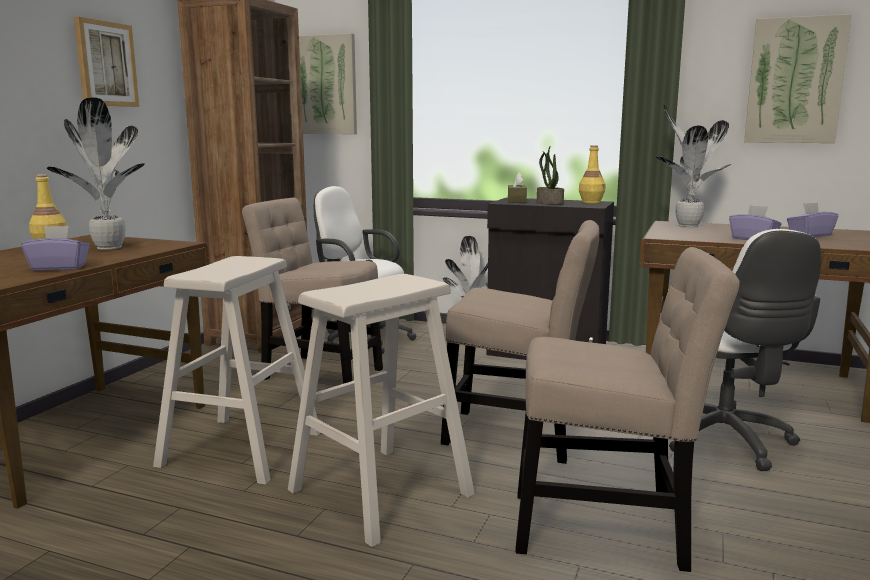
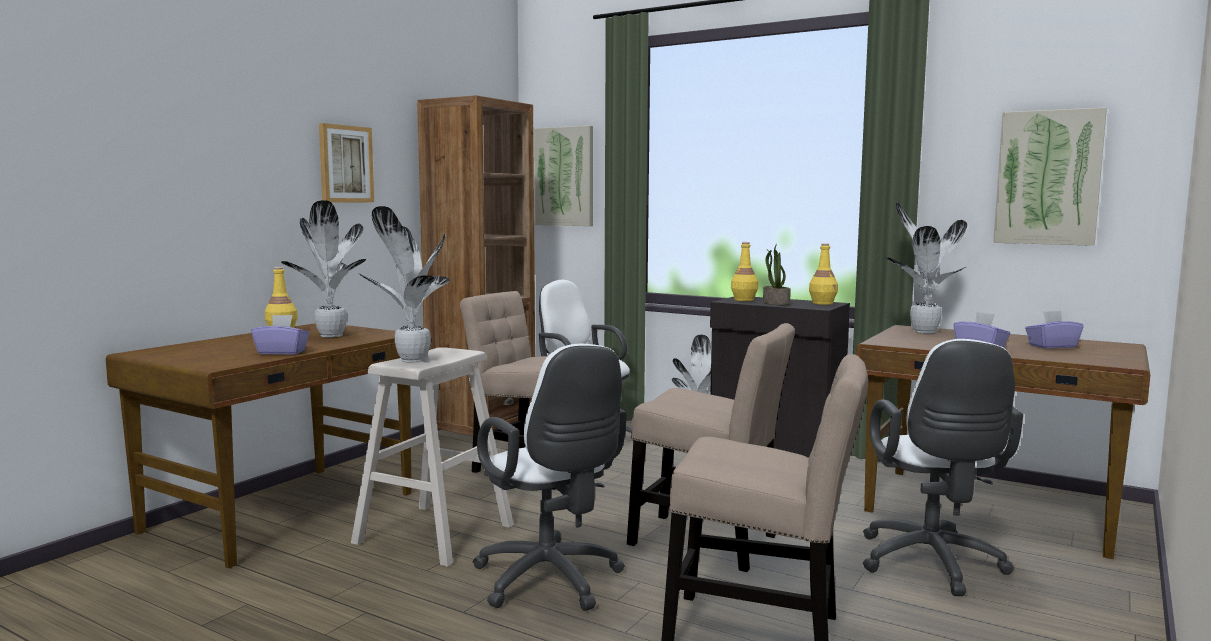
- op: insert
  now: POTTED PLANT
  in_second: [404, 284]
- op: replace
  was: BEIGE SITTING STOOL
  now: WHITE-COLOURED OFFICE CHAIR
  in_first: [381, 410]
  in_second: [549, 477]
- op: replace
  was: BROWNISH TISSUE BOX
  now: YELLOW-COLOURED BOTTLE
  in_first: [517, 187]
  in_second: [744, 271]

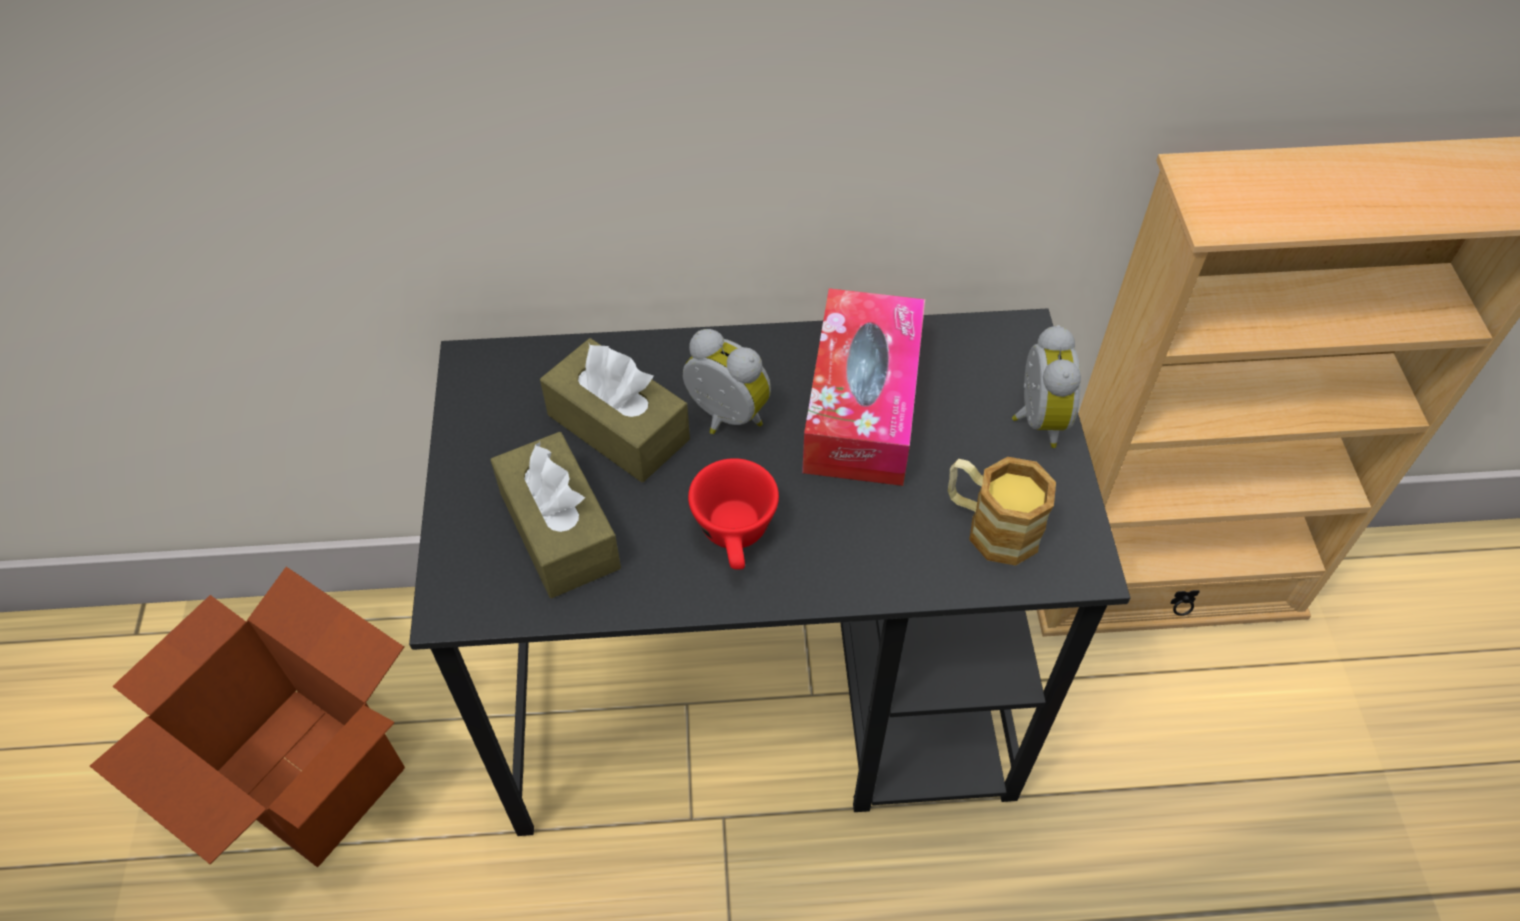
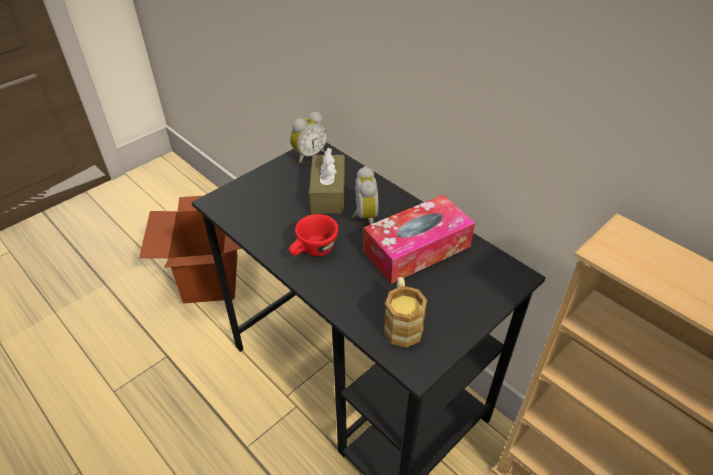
- op: delete
  was: BROWNISH TISSUE BOX
  in_first: [556, 515]
- op: move
  was: TABLE CLOCK
  in_first: [1046, 386]
  in_second: [309, 137]

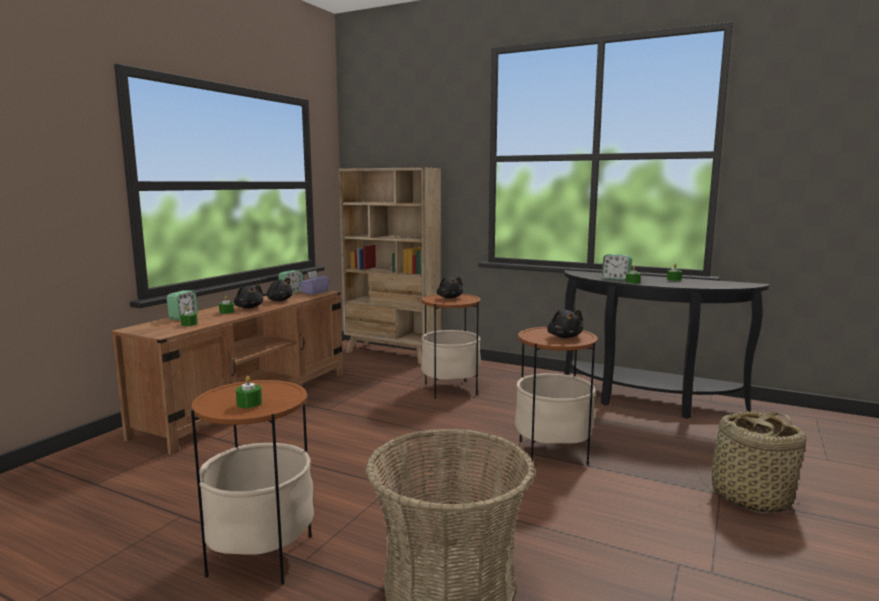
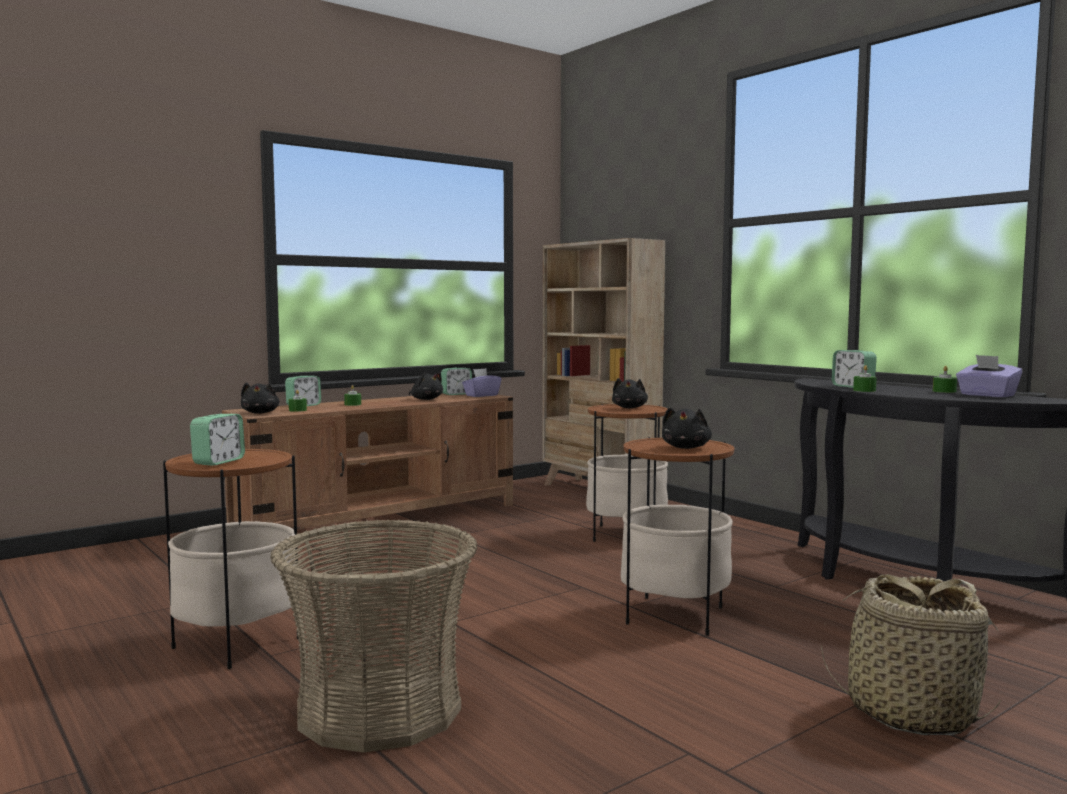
- op: insert
  now: PURPLE TISSUE BOX
  in_second: [989, 376]
- op: move
  was: BLACKISH CUDDLY TOY
  in_first: [248, 297]
  in_second: [260, 398]
- op: replace
  was: GREEN-COLOURED CANDLE
  now: TABLE CLOCK
  in_first: [249, 392]
  in_second: [217, 440]

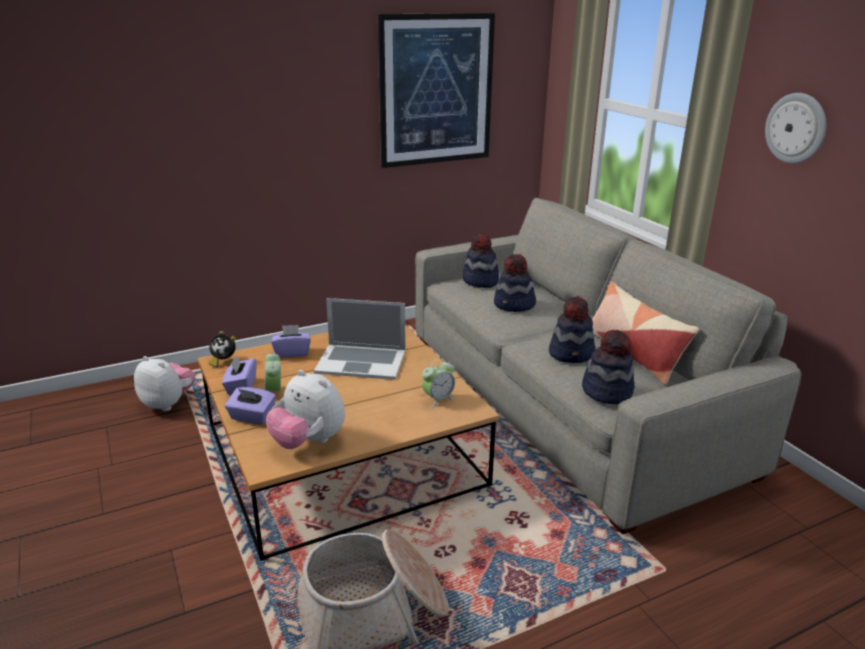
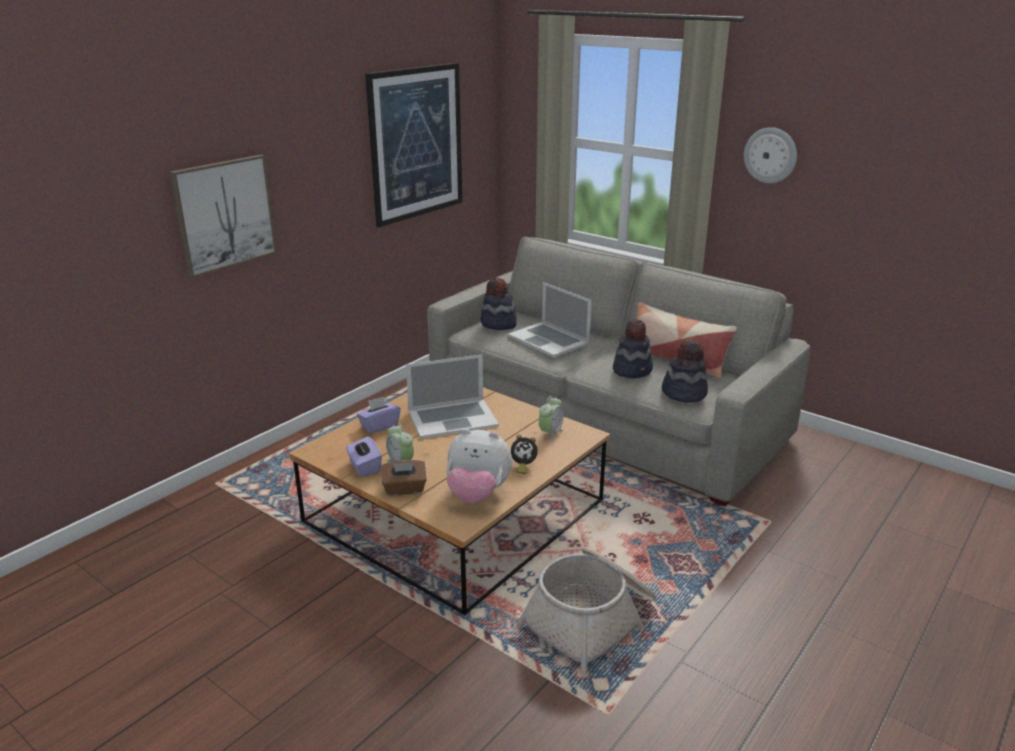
- op: delete
  was: CUDDLY TOY
  in_first: [164, 383]
- op: insert
  now: PICTURE
  in_second: [223, 216]
- op: move
  was: TABLE CLOCK
  in_first: [222, 349]
  in_second: [524, 454]
- op: replace
  was: HAT
  now: PORTABLE COMPUTER
  in_first: [515, 283]
  in_second: [550, 319]
- op: recolor
  was: PURPLE TISSUE BOX
  now: BROWNISH TISSUE BOX
  in_first: [250, 406]
  in_second: [403, 478]

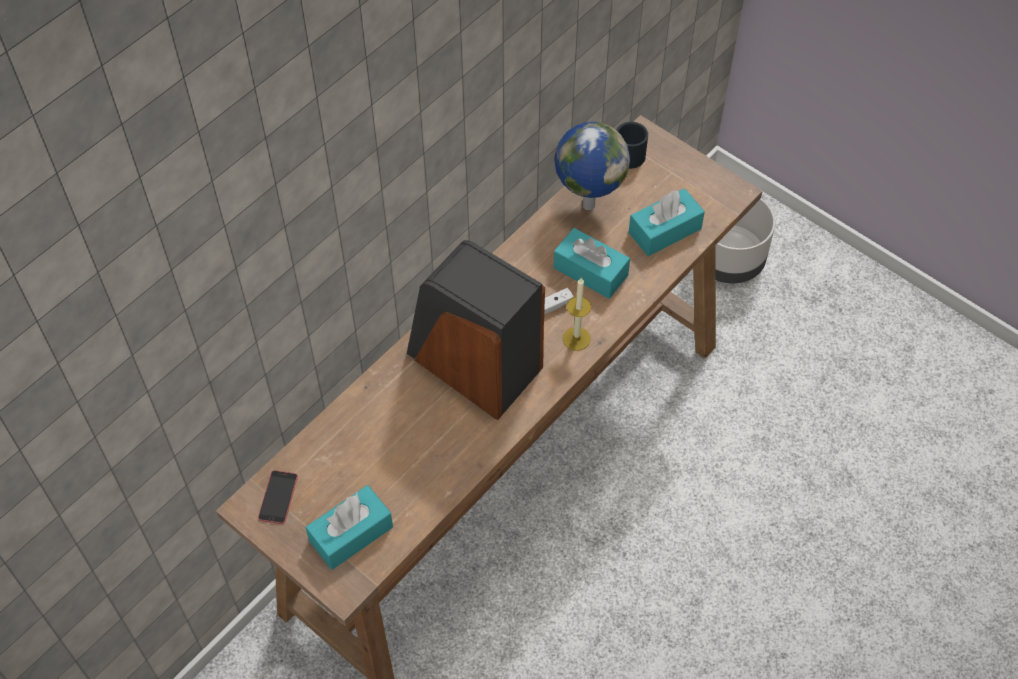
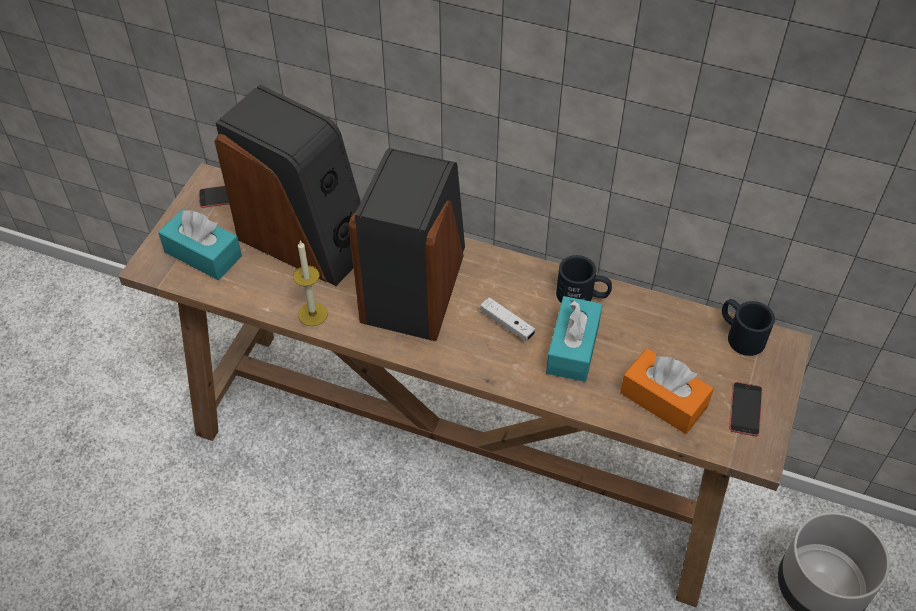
- op: delete
  was: DESK GLOBE
  in_first: [592, 166]
- op: insert
  now: LOUDSPEAKER
  in_second: [287, 185]
- op: insert
  now: BLACKISH MUG
  in_second: [584, 279]
- op: insert
  now: HANDSET
  in_second: [745, 409]
- op: move
  was: CANDLE
  in_first: [577, 314]
  in_second: [310, 283]
- op: recolor
  was: TURQUOISE TISSUE BOX
  now: ORANGE-COLOURED TISSUE BOX
  in_first: [666, 222]
  in_second: [667, 391]

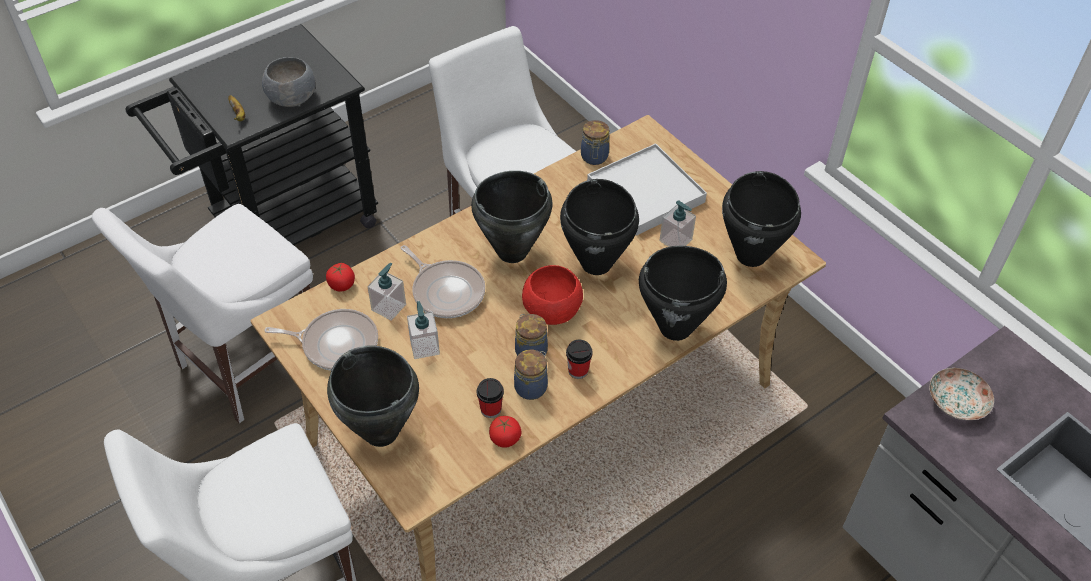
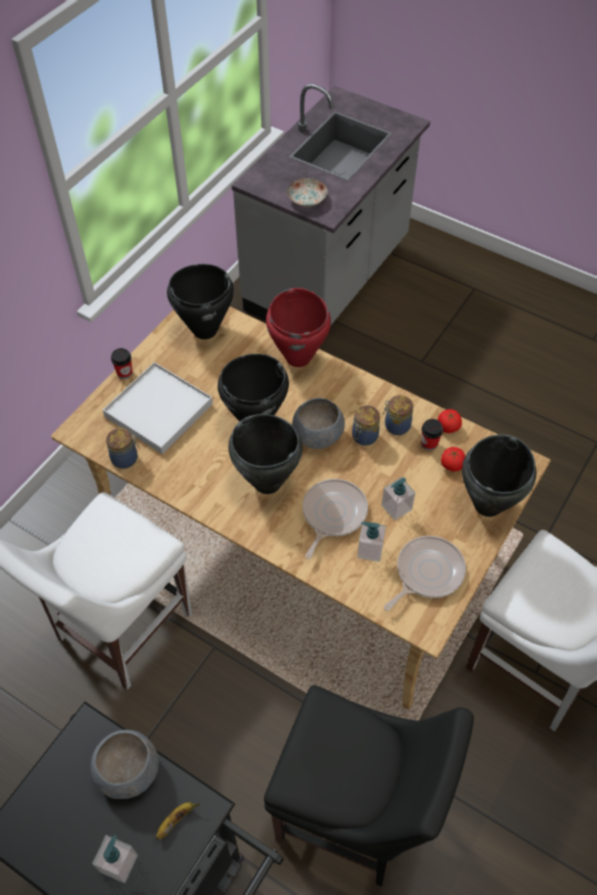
- op: move
  was: WHOLE TOMATO
  in_first: [340, 277]
  in_second: [453, 459]
- op: move
  was: SMALL CUP
  in_first: [579, 359]
  in_second: [122, 363]
- op: move
  was: LIQUID SOAP BOTTLE
  in_first: [677, 223]
  in_second: [115, 859]
- op: recolor
  was: WHITE-COLOURED PLAIN CHAIR
  now: BLACKISH PLAIN CHAIR
  in_first: [202, 313]
  in_second: [369, 786]
- op: recolor
  was: RED BOWL
  now: GREY BOWL
  in_first: [552, 295]
  in_second: [318, 423]
- op: recolor
  was: BLACKISH COOKING POT
  now: RED COOKING POT
  in_first: [683, 293]
  in_second: [298, 327]
- op: rotate
  was: FRYING PAN
  in_first: [321, 340]
  in_second: [425, 573]
  clockwise: 60

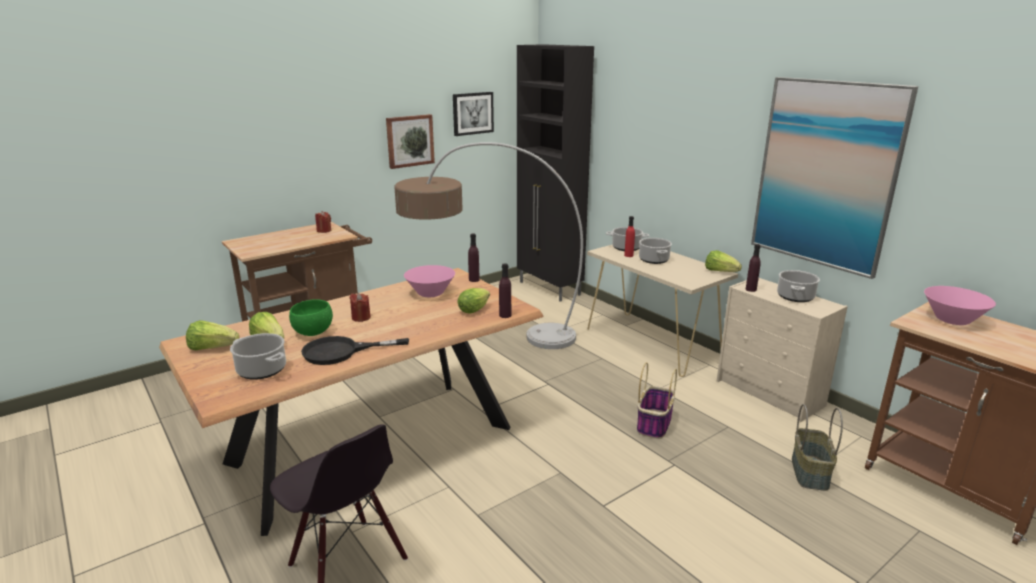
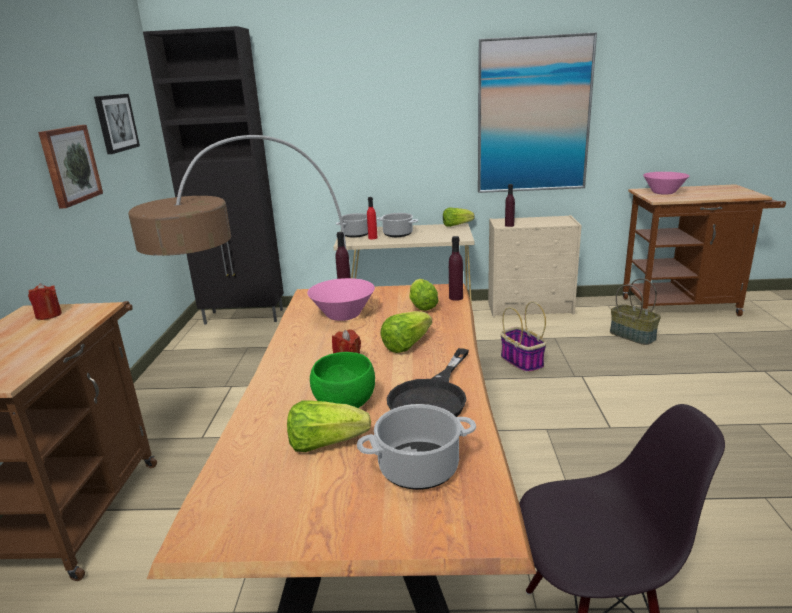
- op: delete
  was: COOKING POT
  in_first: [798, 286]
- op: move
  was: LETTUCE
  in_first: [212, 335]
  in_second: [406, 332]

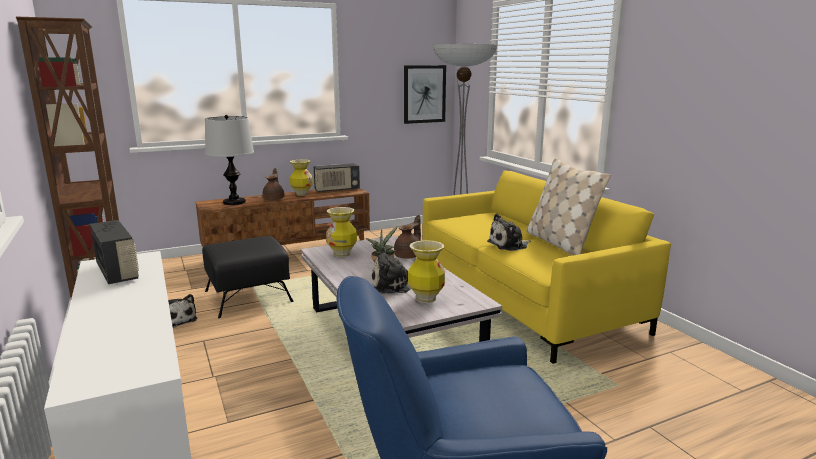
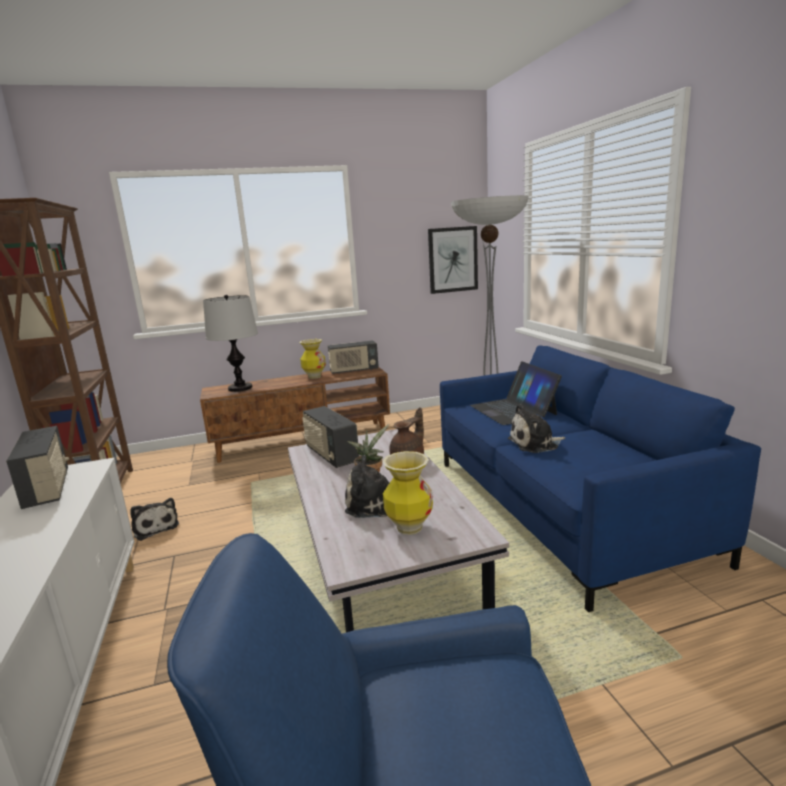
- op: delete
  was: BLACKISH OTTOMAN
  in_first: [248, 277]
- op: delete
  was: BROWNISH TEA POT
  in_first: [274, 184]
- op: delete
  was: BEIGE THROW PILLOW
  in_first: [568, 207]
- op: insert
  now: PORTABLE COMPUTER
  in_second: [516, 393]
- op: replace
  was: DECORATIVE VASE
  now: RADIO SET
  in_first: [341, 232]
  in_second: [330, 437]
- op: recolor
  was: YELLOW-COLOURED SOFA
  now: BLUE SOFA
  in_first: [547, 267]
  in_second: [600, 478]

